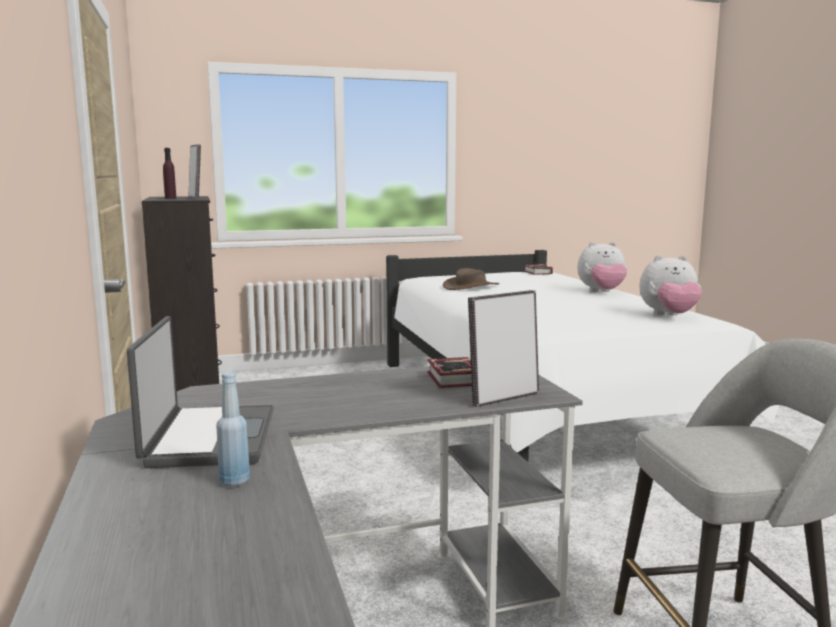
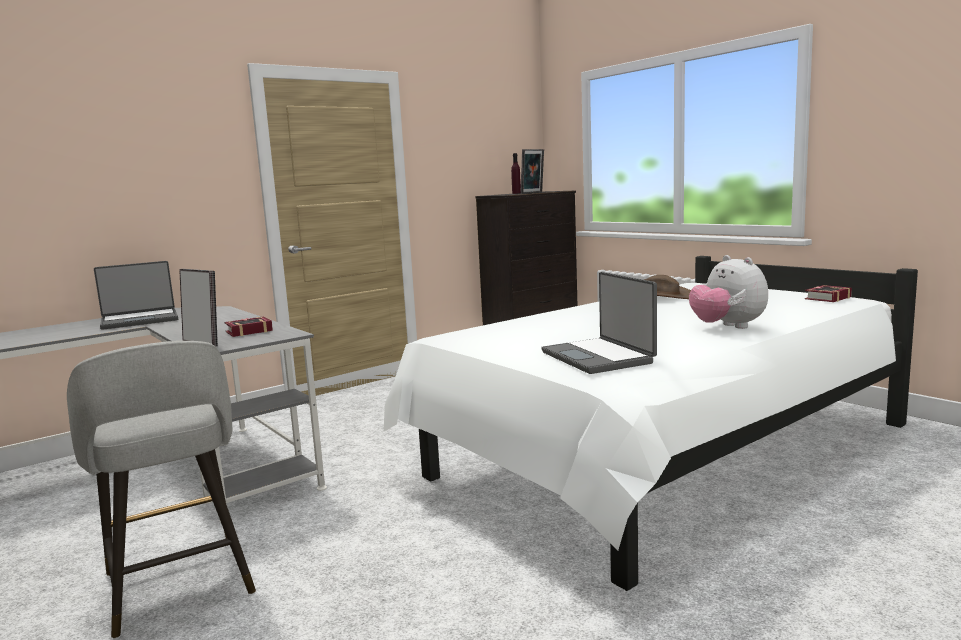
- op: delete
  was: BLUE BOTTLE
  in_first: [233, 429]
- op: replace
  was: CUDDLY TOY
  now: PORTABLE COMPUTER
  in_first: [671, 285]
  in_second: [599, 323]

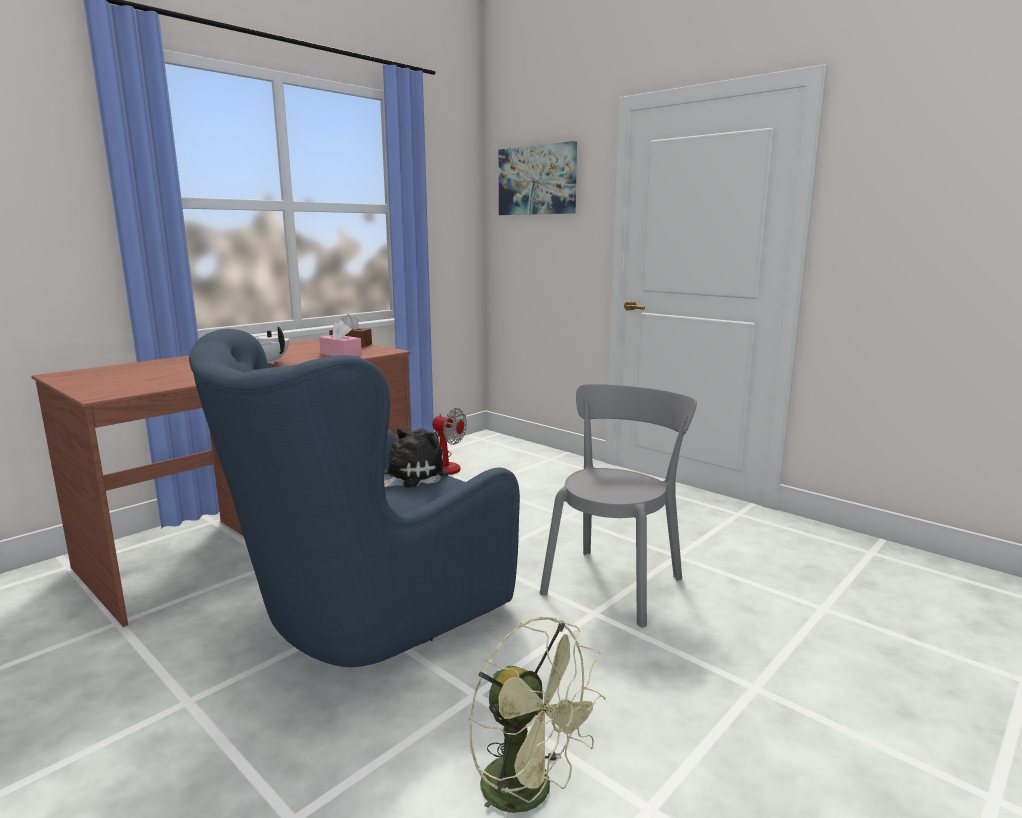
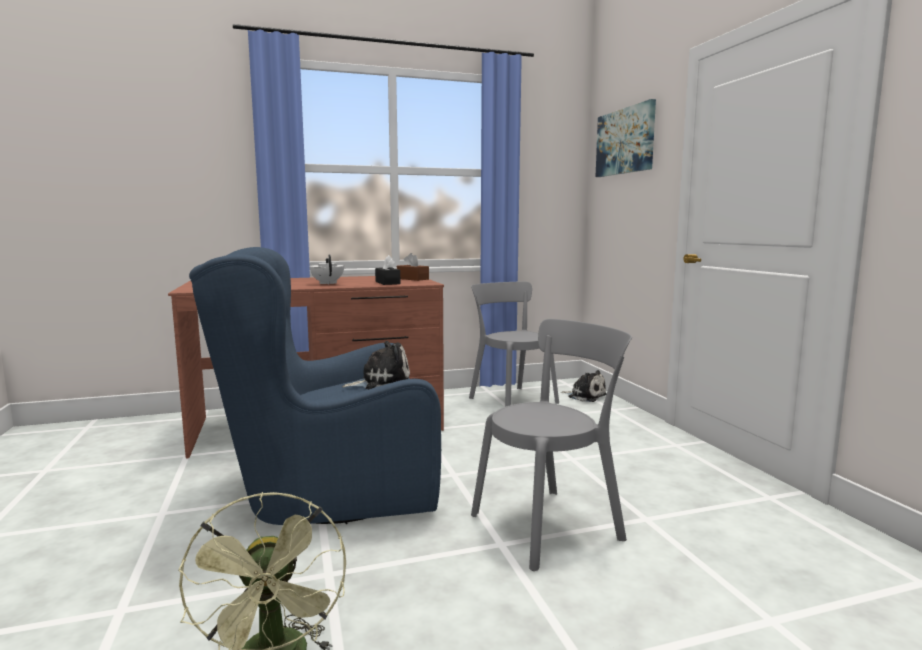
- op: insert
  now: CUDDLY TOY
  in_second: [584, 386]
- op: replace
  was: COOLING FAN
  now: GREY PLAIN CHAIR
  in_first: [449, 441]
  in_second: [514, 344]
- op: recolor
  was: PINK TISSUE BOX
  now: BLACKISH TISSUE BOX
  in_first: [340, 338]
  in_second: [388, 270]

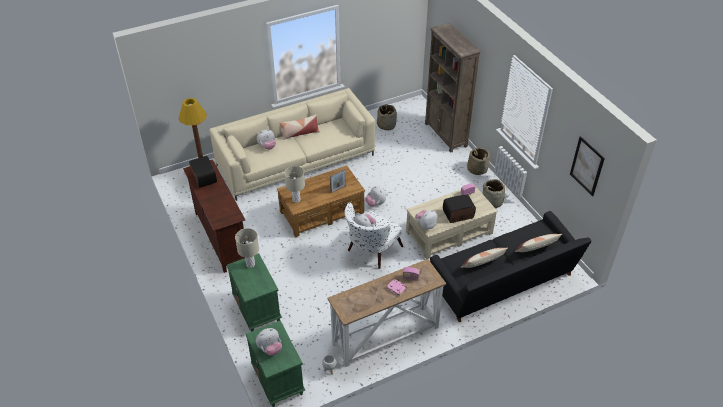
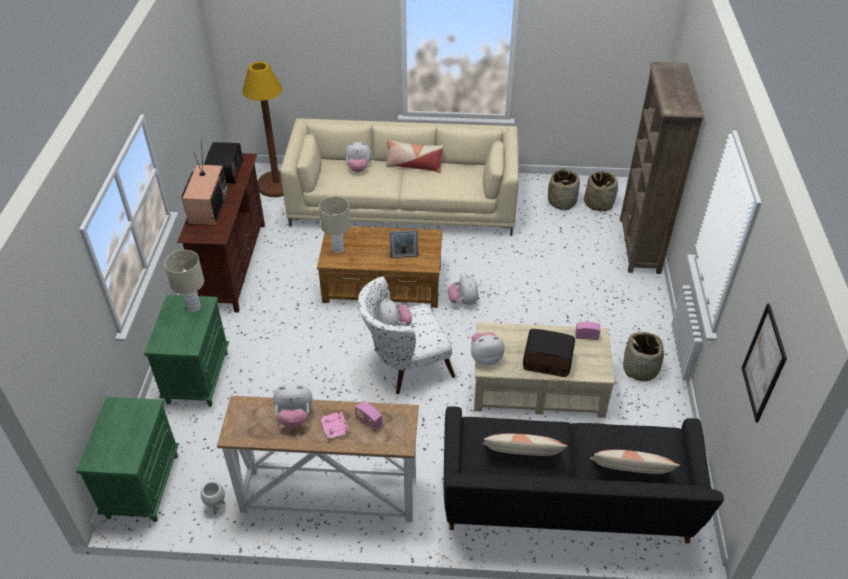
- op: insert
  now: TELEVISION
  in_second: [204, 182]
- op: move
  was: CUDDLY TOY
  in_first: [269, 342]
  in_second: [293, 405]
- op: move
  was: STORAGE BASKET
  in_first: [478, 161]
  in_second: [601, 191]

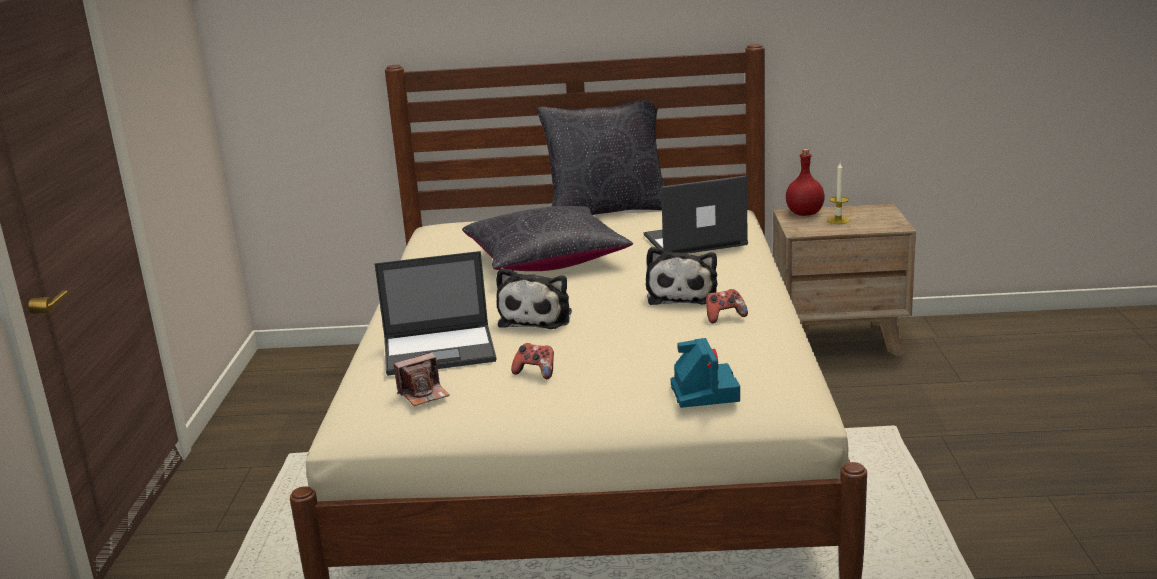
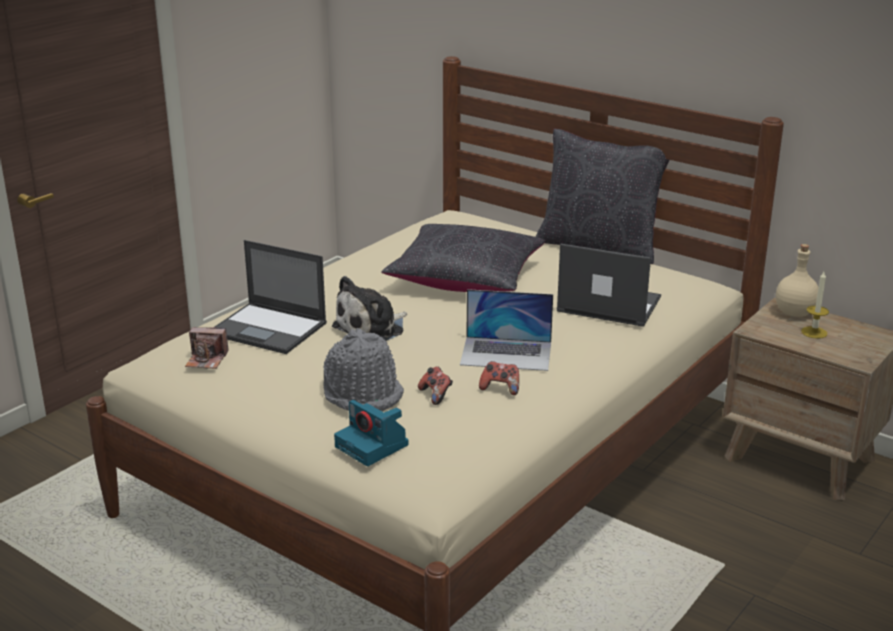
- op: insert
  now: GREY HAT
  in_second: [364, 369]
- op: move
  was: GAME CONTROLLER
  in_first: [532, 361]
  in_second: [435, 386]
- op: replace
  was: CUDDLY TOY
  now: PORTABLE COMPUTER
  in_first: [682, 276]
  in_second: [506, 330]
- op: recolor
  was: RED BOTTLE
  now: BEIGE BOTTLE
  in_first: [805, 182]
  in_second: [797, 280]
- op: rotate
  was: STILL CAMERA
  in_first: [705, 373]
  in_second: [371, 433]
  clockwise: 105

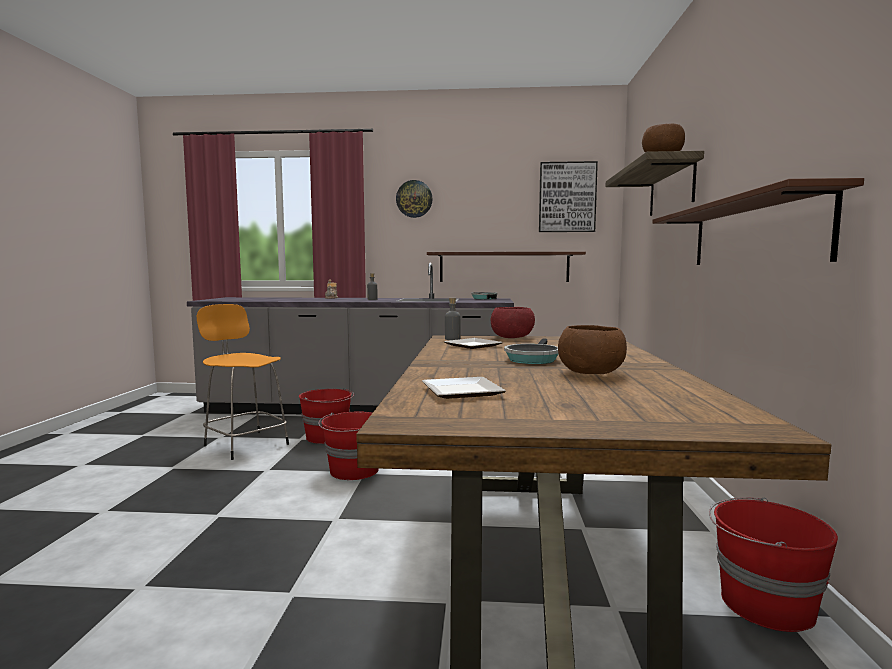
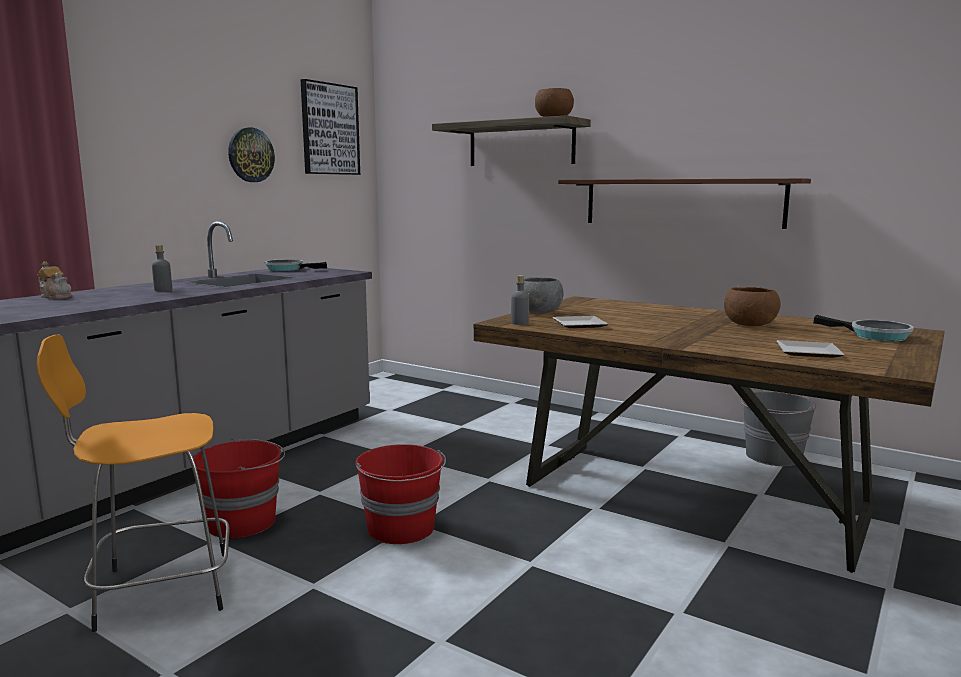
- op: delete
  was: BROWNISH SHELF
  in_first: [506, 267]
- op: move
  was: CLOCK ON THE WALL
  in_first: [414, 199]
  in_second: [251, 154]
- op: move
  was: FRYING PAN
  in_first: [531, 351]
  in_second: [863, 328]
- op: recolor
  was: RED BOWL
  now: GREY BOWL
  in_first: [513, 322]
  in_second: [544, 295]
- op: recolor
  was: RED PAIL
  now: GREY PAIL
  in_first: [773, 564]
  in_second: [777, 429]

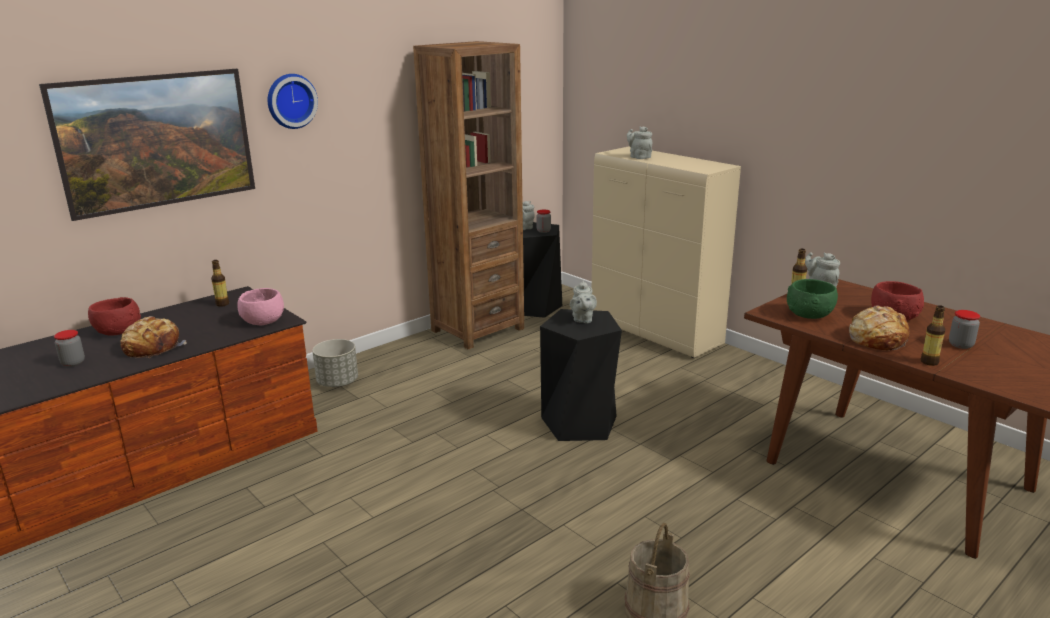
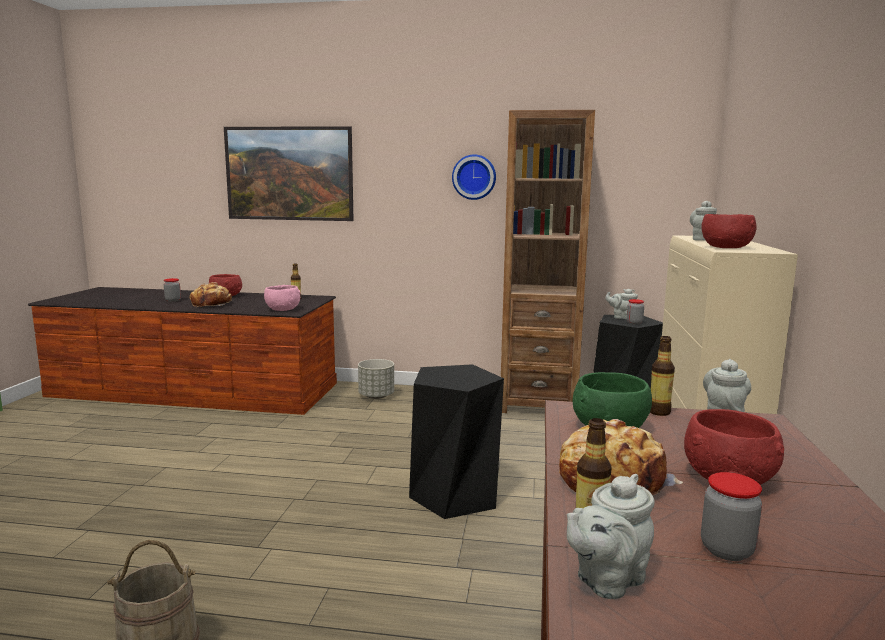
- op: insert
  now: RED BOWL
  in_second: [729, 231]
- op: move
  was: CLOCK ON THE WALL
  in_first: [293, 101]
  in_second: [474, 177]
- op: move
  was: GREY TEA POT
  in_first: [583, 302]
  in_second: [611, 536]

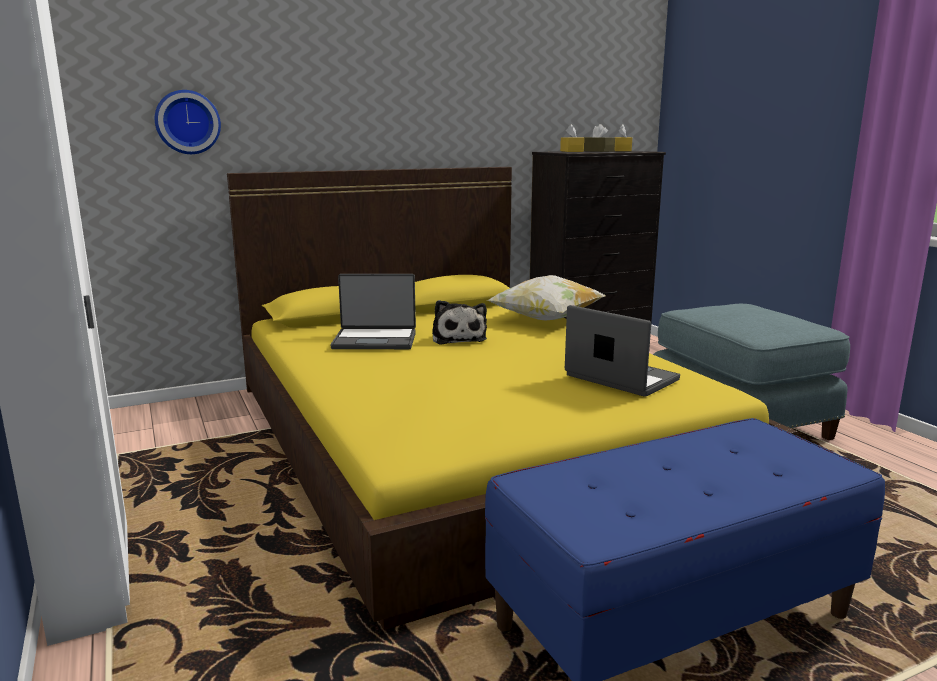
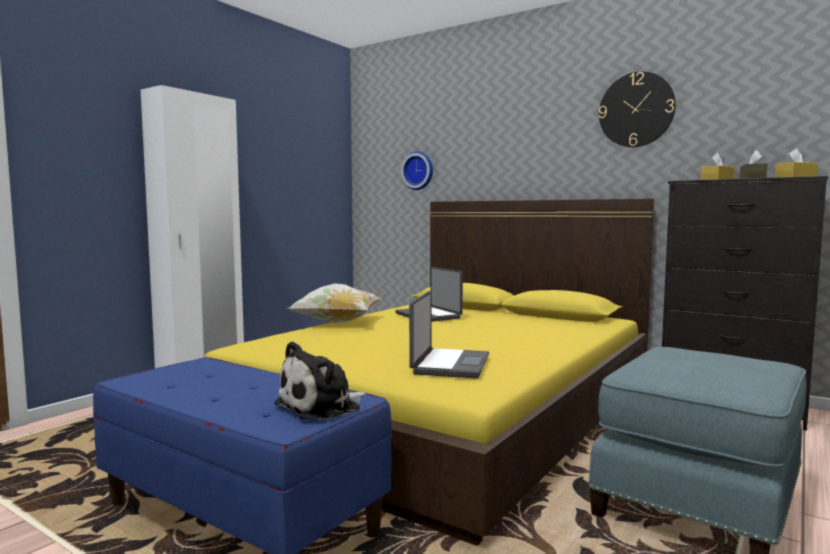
- op: insert
  now: CLOCK ON THE WALL
  in_second: [637, 109]
- op: move
  was: CUDDLY TOY
  in_first: [459, 322]
  in_second: [320, 380]
- op: move
  was: THROW PILLOW
  in_first: [546, 297]
  in_second: [333, 303]

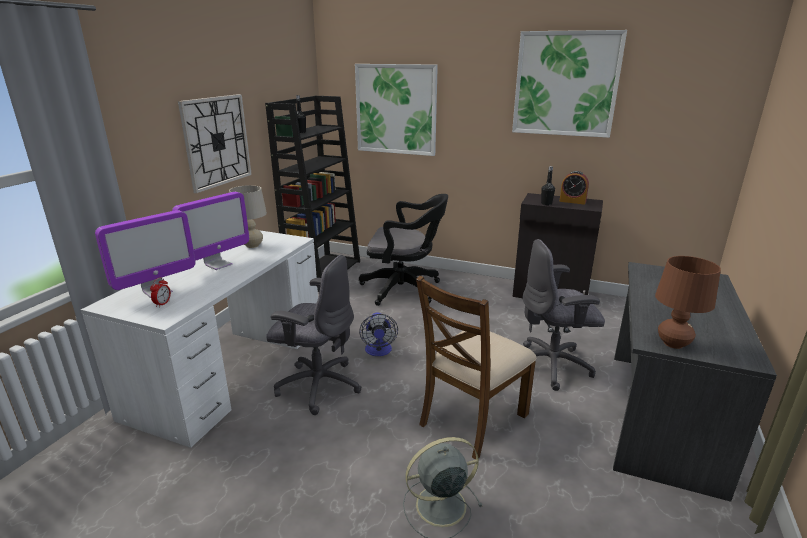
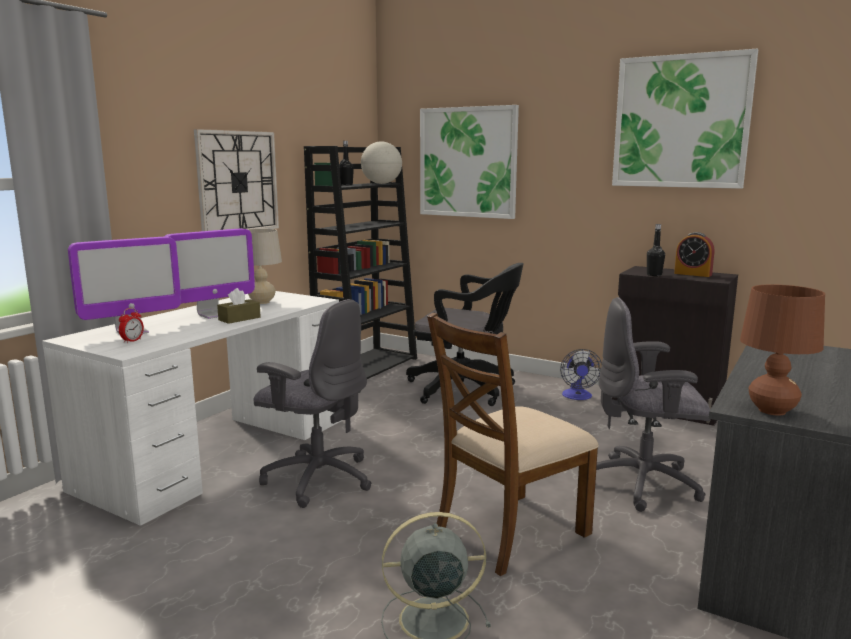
- op: insert
  now: BROWNISH TISSUE BOX
  in_second: [239, 306]
- op: insert
  now: DESK GLOBE
  in_second: [381, 162]
- op: move
  was: COOLING FAN
  in_first: [378, 334]
  in_second: [581, 374]

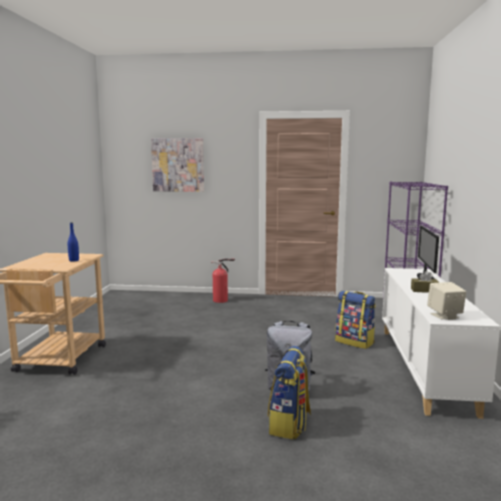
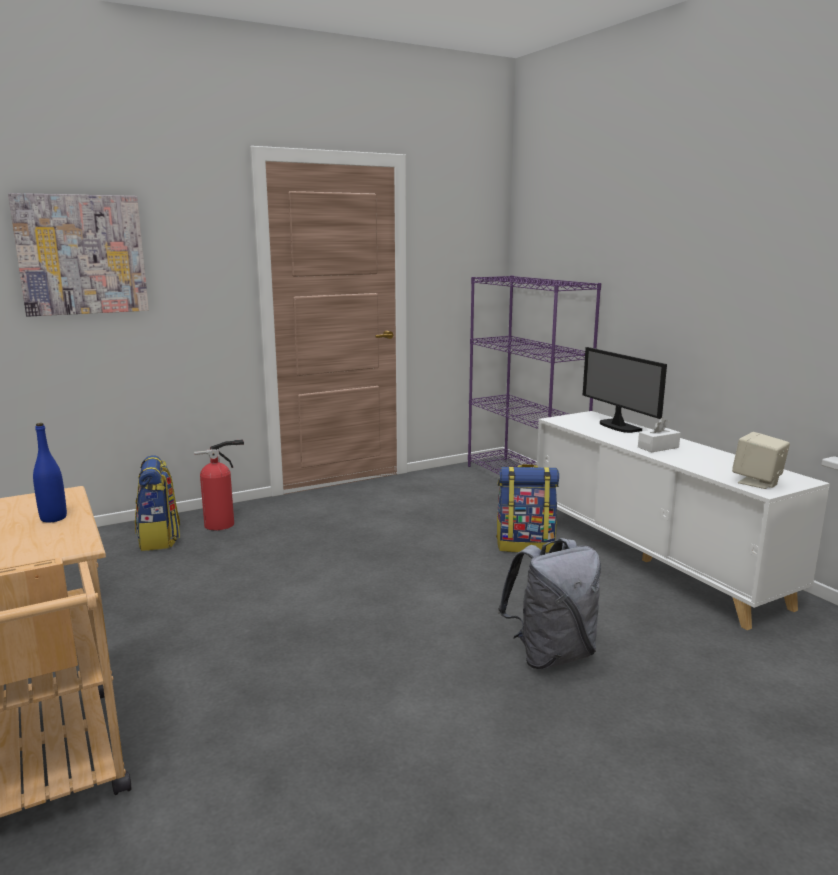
- op: move
  was: RUCKSACK
  in_first: [289, 392]
  in_second: [157, 503]
- op: recolor
  was: BROWNISH TISSUE BOX
  now: WHITE-COLOURED TISSUE BOX
  in_first: [425, 282]
  in_second: [659, 434]

